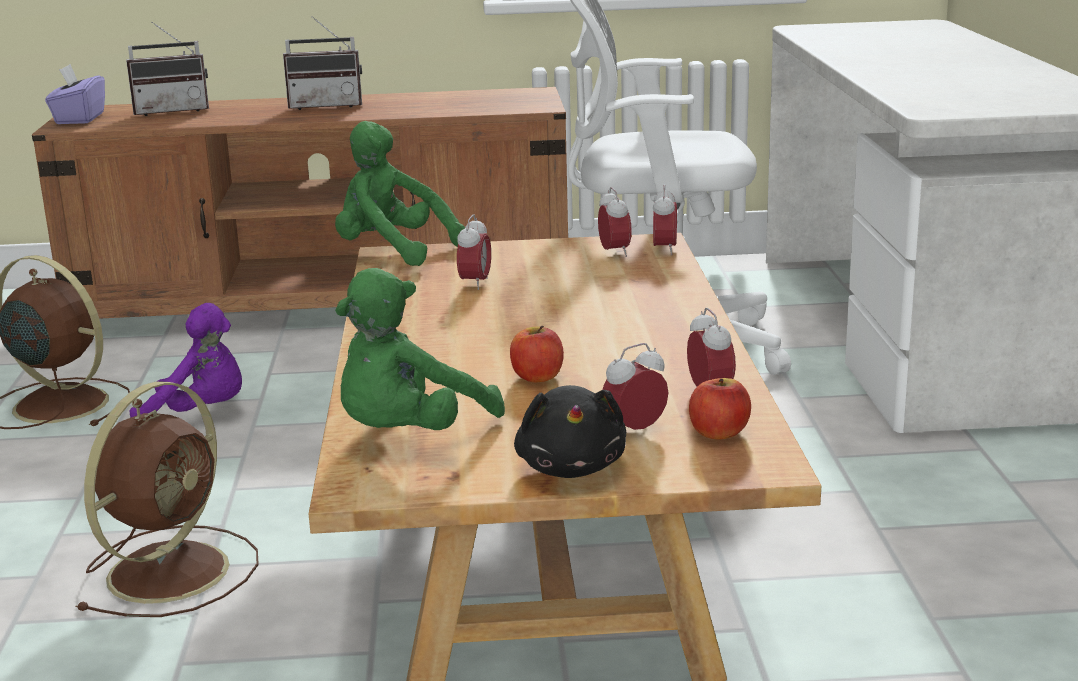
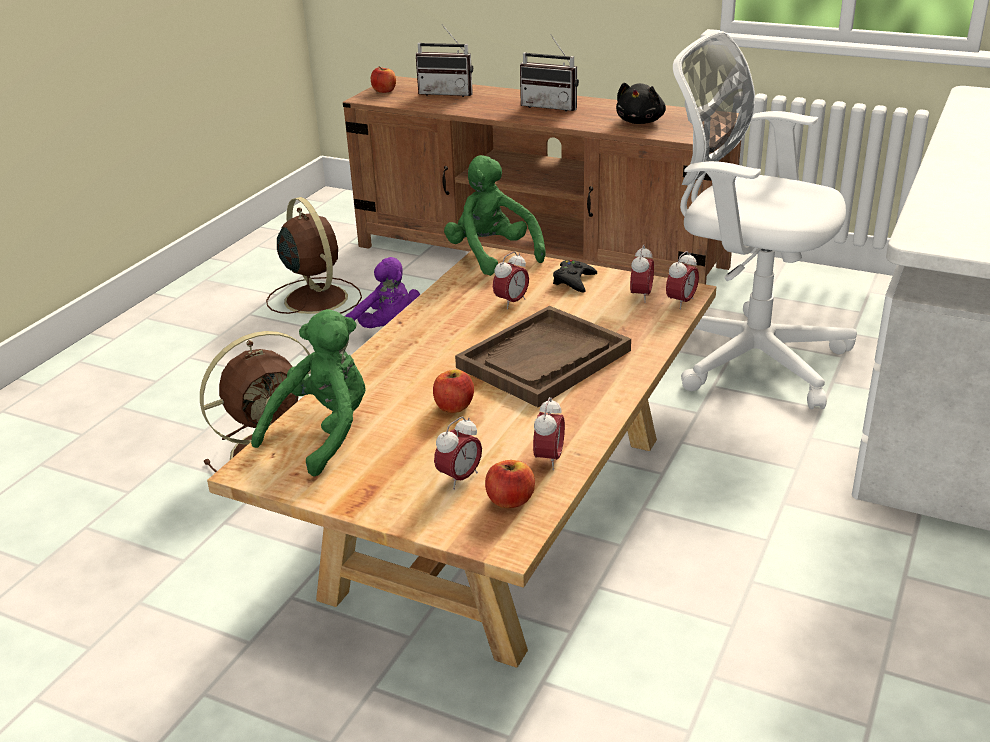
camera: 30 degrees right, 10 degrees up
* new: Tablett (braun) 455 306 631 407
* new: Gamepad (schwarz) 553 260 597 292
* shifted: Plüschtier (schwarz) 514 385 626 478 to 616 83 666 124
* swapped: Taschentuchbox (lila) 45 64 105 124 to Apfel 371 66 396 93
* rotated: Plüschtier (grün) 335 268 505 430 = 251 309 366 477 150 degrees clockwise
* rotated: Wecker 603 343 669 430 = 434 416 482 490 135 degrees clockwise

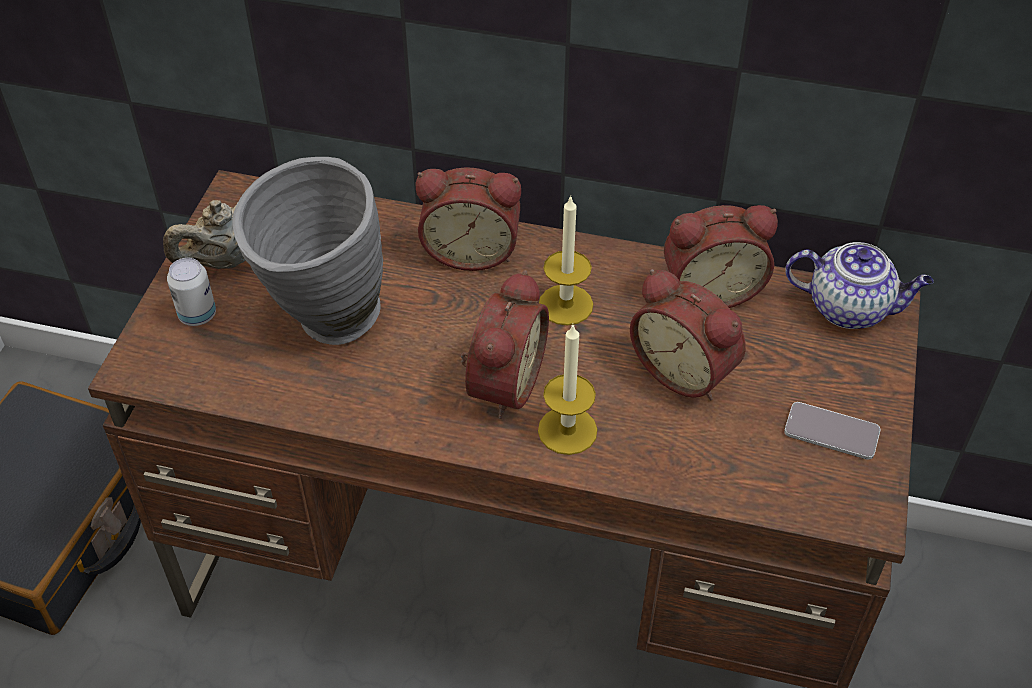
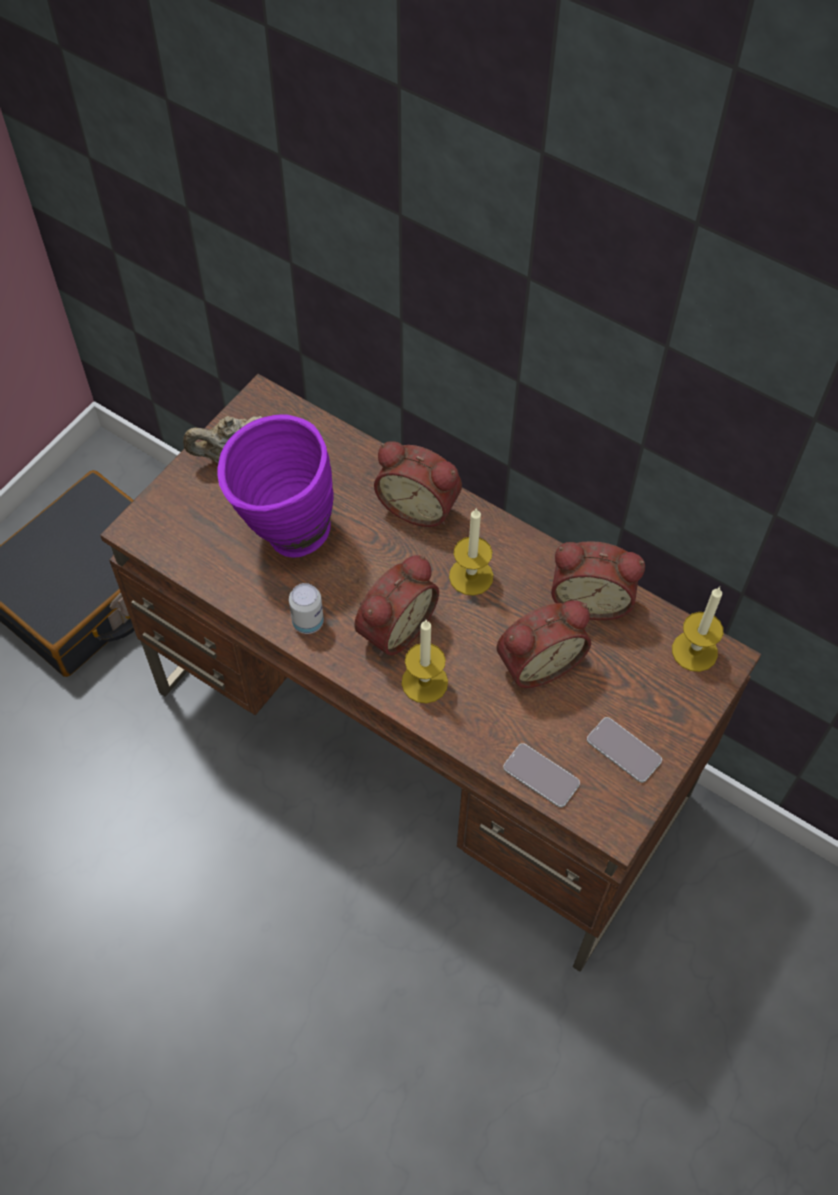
camera: 20 degrees right, 10 degrees up
* new: Handy 503 743 580 808
* shifted: Dose 167 258 216 326 to 289 583 324 634
* swapped: Teekanne 785 242 934 329 to Kerze 672 587 723 672
* repainted: Vase (grau) 232 157 383 345 to Vase (lila) 218 415 334 558
* rotated: Wecker 630 269 746 400 = 496 600 591 688 90 degrees counterclockwise

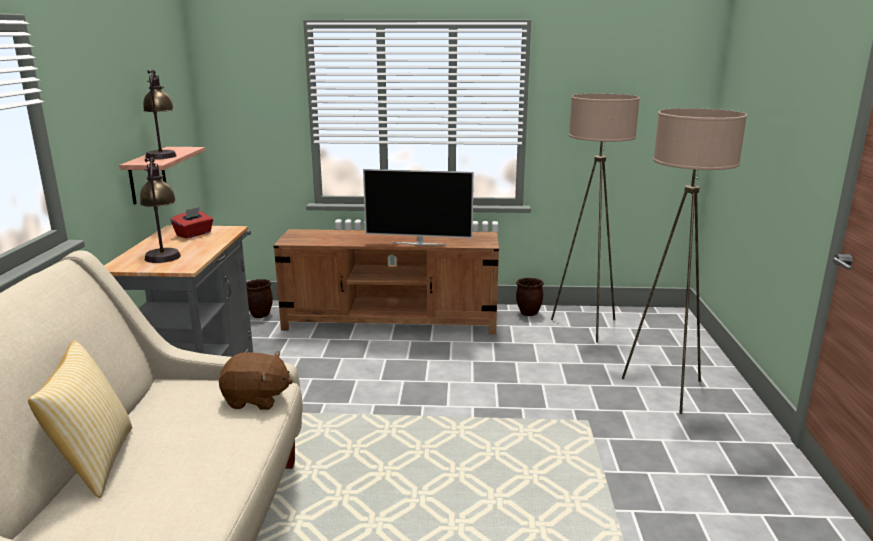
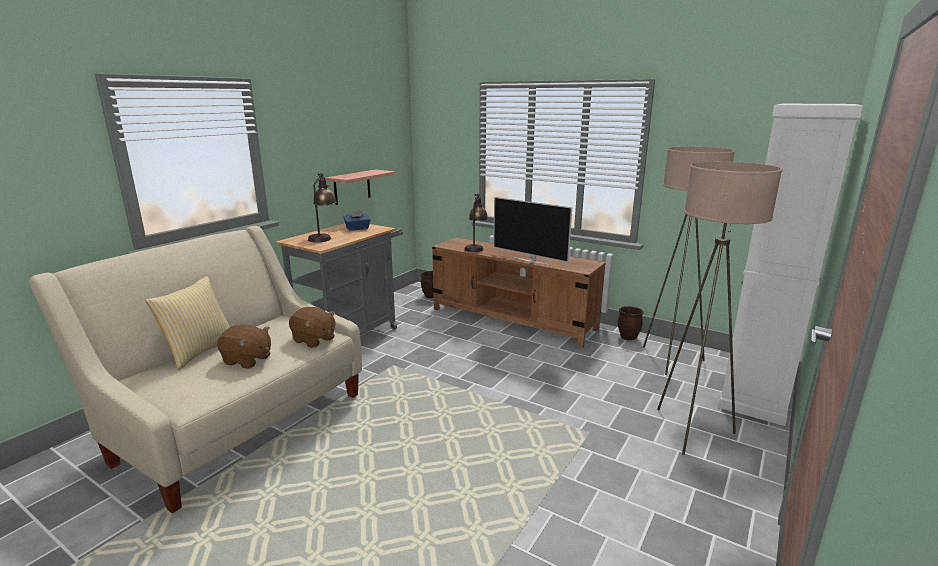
camera: 30 degrees right, 0 degrees up
* new: Plüschtier (braun) 217 324 271 369
* new: Schrank (weiß) 718 104 863 426
* shifted: Tischlampe 143 70 177 159 to 465 194 488 252
* repainted: Taschentuchbox (rot) 171 207 213 238 to Taschentuchbox (blau) 343 210 370 230

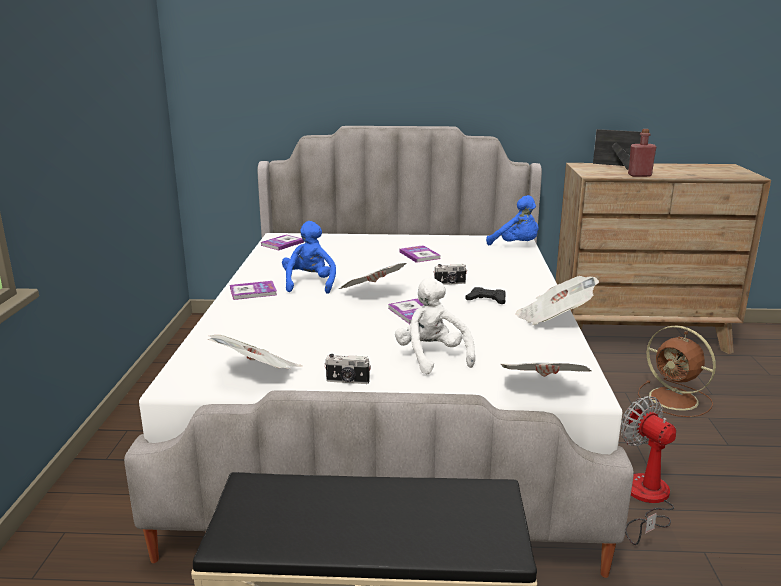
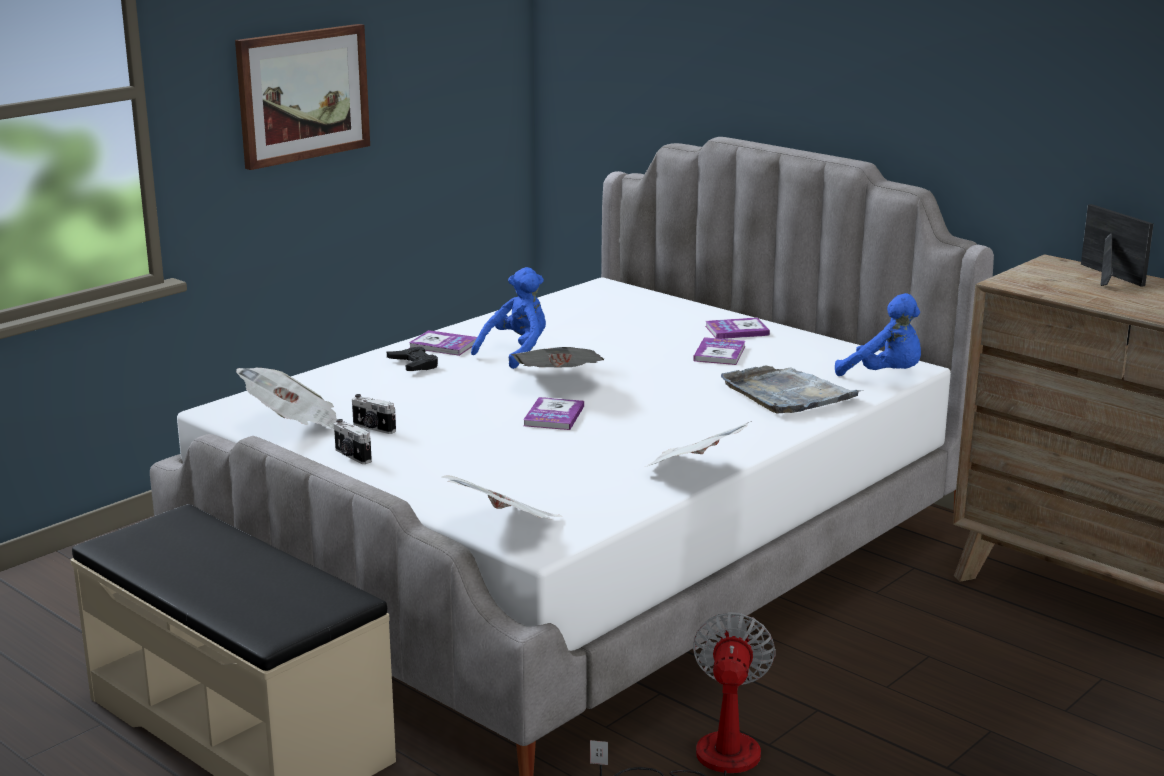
camera: 40 degrees right, 0 degrees up
* gone: Plüschtier (weiß) 395 277 475 374
* gone: Flasche (rot) 628 129 656 177
* gone: Ventilator (braun) 638 326 716 417
* new: Bild 235 24 370 170
* new: Tablett (grau) 721 366 863 413
* shifted: Buch 261 235 304 250 to 705 317 770 339
* shifted: Kamera 434 264 467 285 to 352 394 396 434
* shifted: Gamepad (schwarz) 465 287 506 304 to 387 347 438 371
* rotated: Plüschtier (blau) 486 195 539 245 = 835 293 921 376 45 degrees counterclockwise

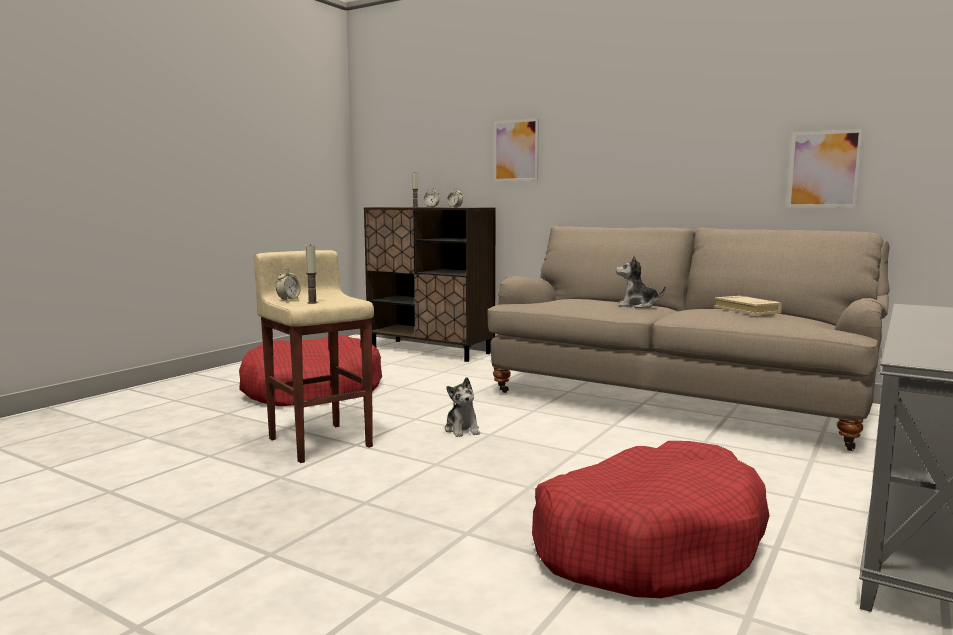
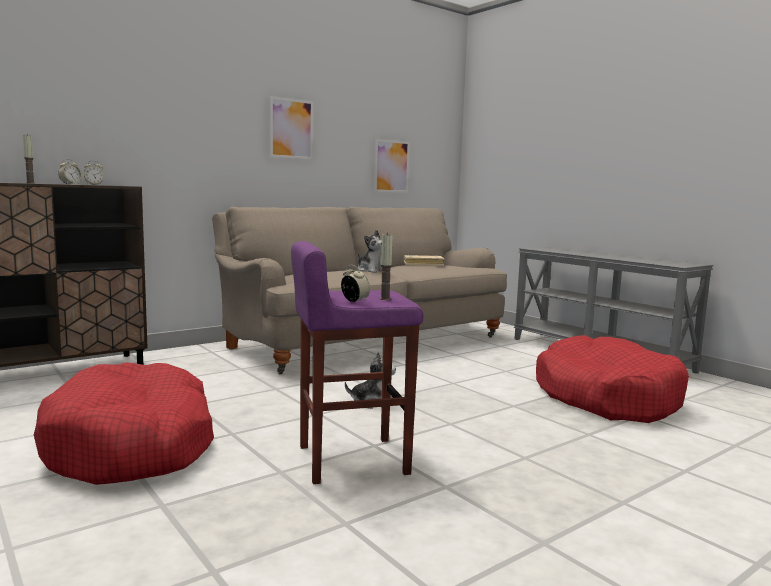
camera: 70 degrees left, 0 degrees up
* shifted: Bild 494 118 539 182 to 269 96 313 160
* repainted: Hocker (beige) 254 250 374 463 to Hocker (lila) 291 241 424 484
* rotated: Plüschtier 616 255 666 308 = 358 230 382 273 75 degrees counterclockwise

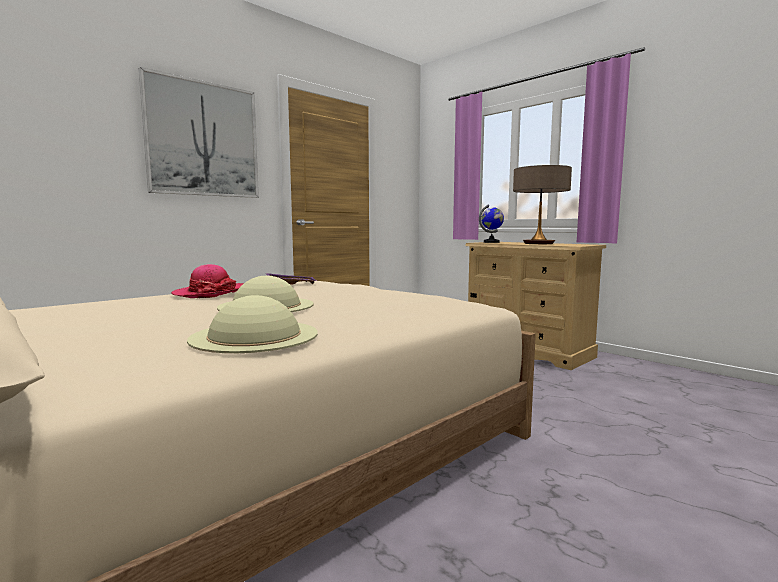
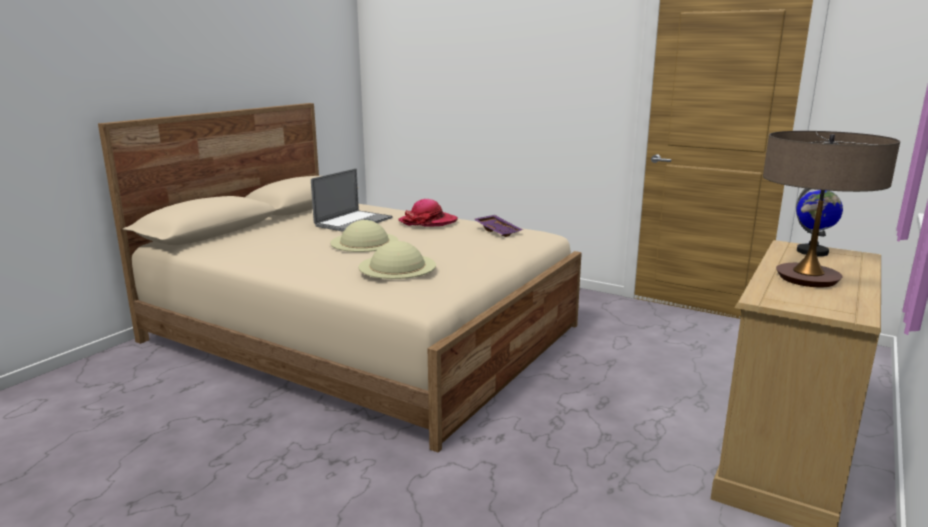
camera: 75 degrees right, 10 degrees up
* gone: Bild 139 67 259 198
* new: Laptop 311 168 392 232
* shifted: Hut (beige) 187 295 318 353 to 359 241 436 279

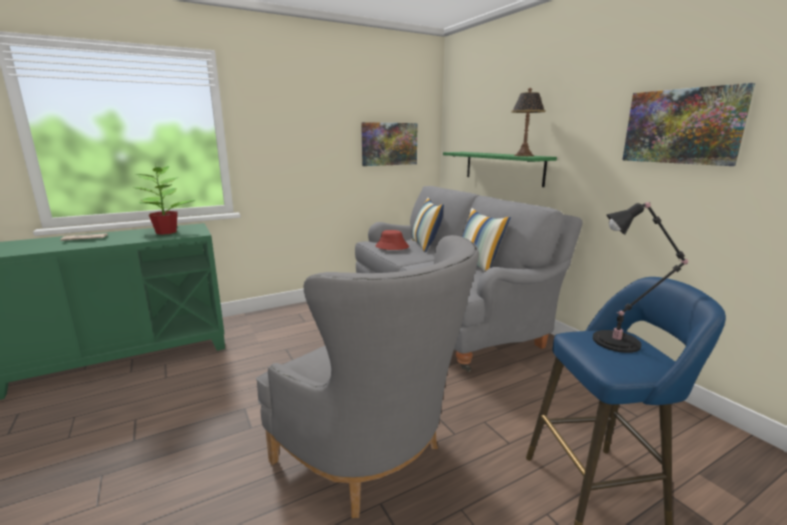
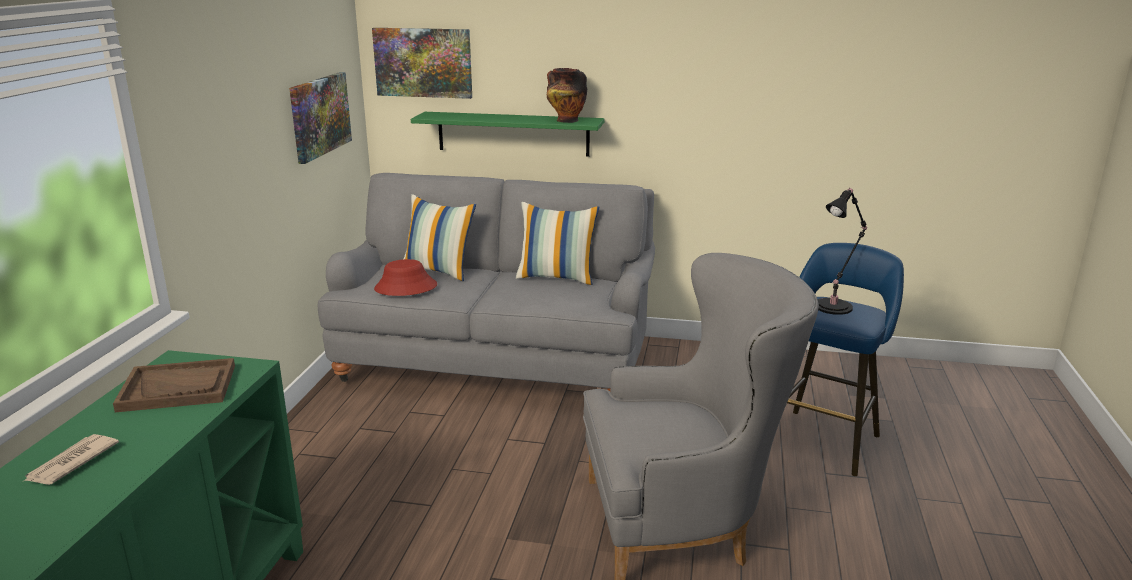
camera: 50 degrees left, 5 degrees up
* shifted: Bild 622 83 755 166 to 372 28 472 99
* swapped: Topfpflanze 134 166 196 235 to Tablett (braun) 113 358 235 412
* swapped: Tischlampe 511 88 546 156 to Vase 547 68 587 123

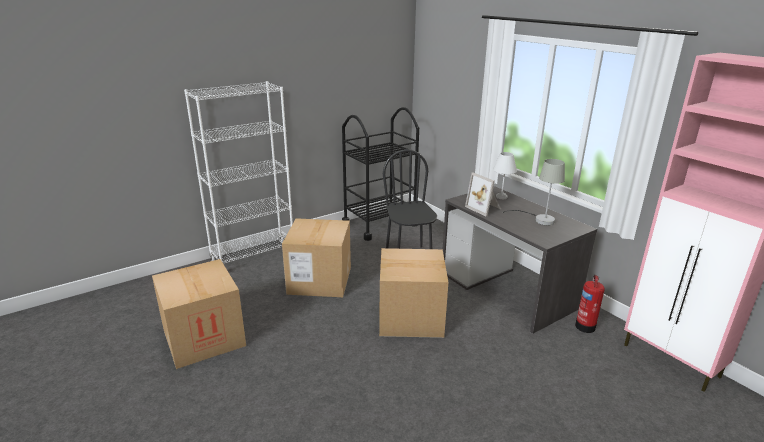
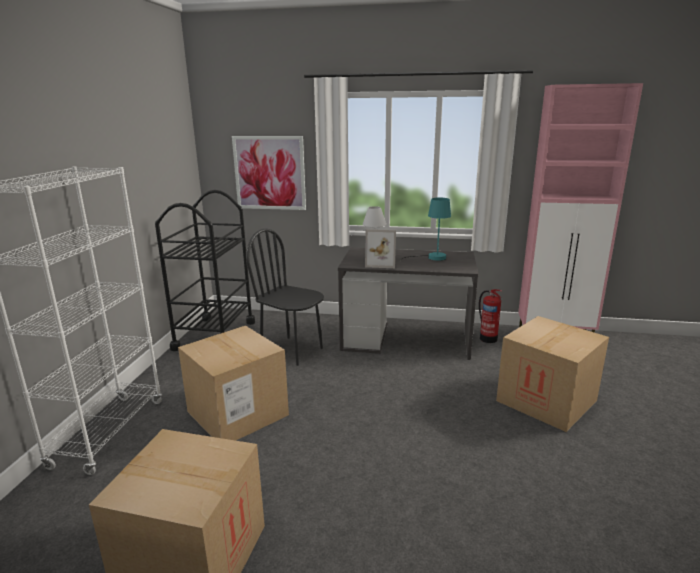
camera: 45 degrees left, 5 degrees down
* new: Bild 232 136 306 210
* shifted: Karton 379 248 448 338 to 496 316 609 432
* repainted: Tischlampe (grau) 502 159 565 226 to Tischlampe (türkis) 400 197 451 261

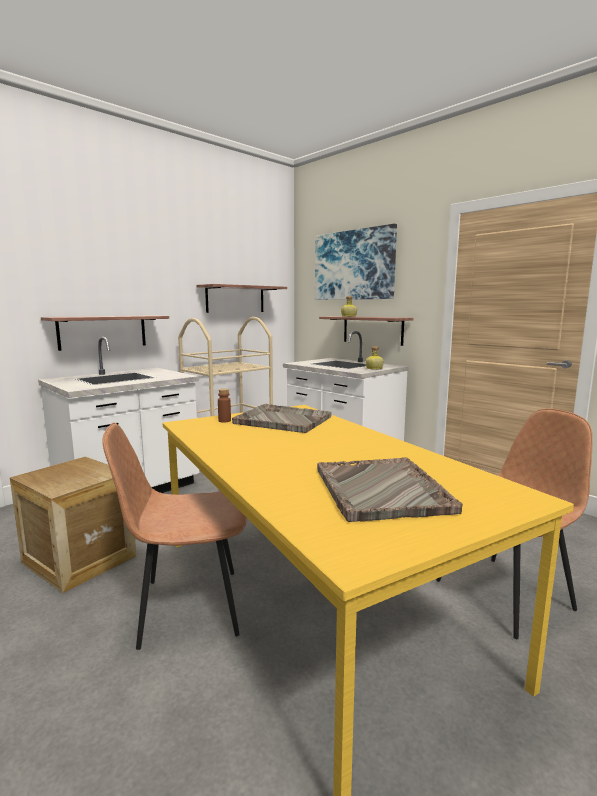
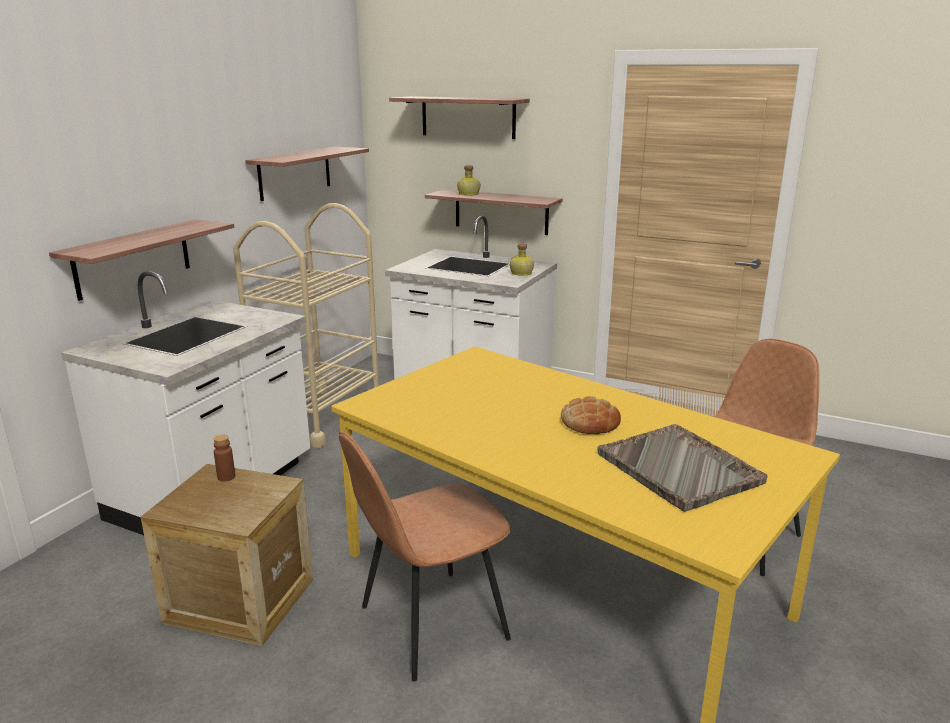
camera: 20 degrees left, 10 degrees up
* gone: Tablett (grau) 232 404 332 433
* new: Brot 561 396 621 434
* shifted: Flasche (braun) 218 389 231 423 to 214 435 235 482
* swapped: Bild 315 224 397 300 to Wandregal 389 96 530 139

